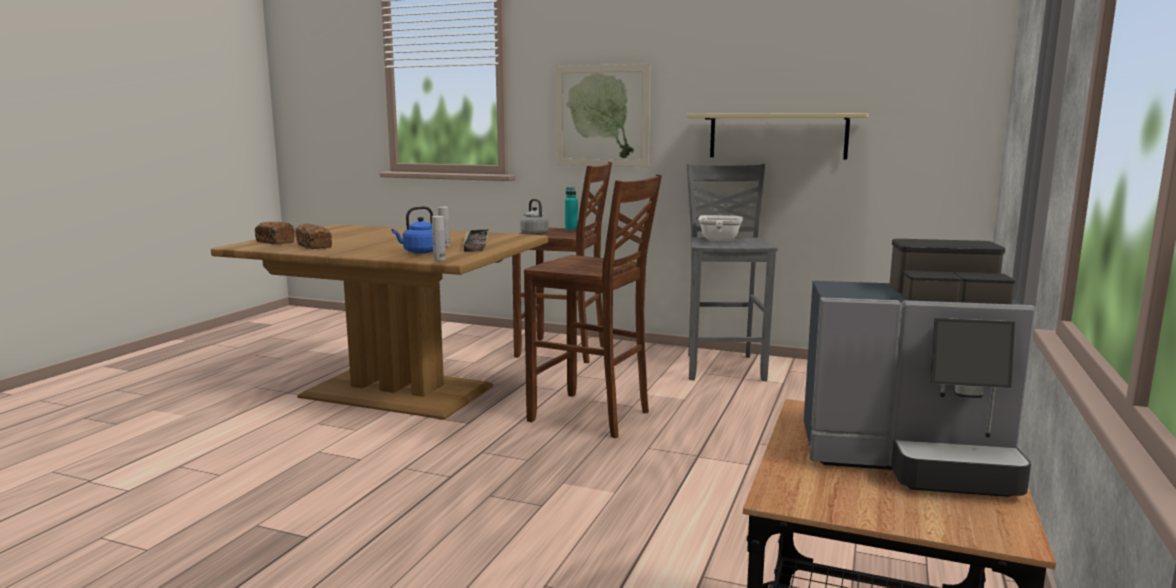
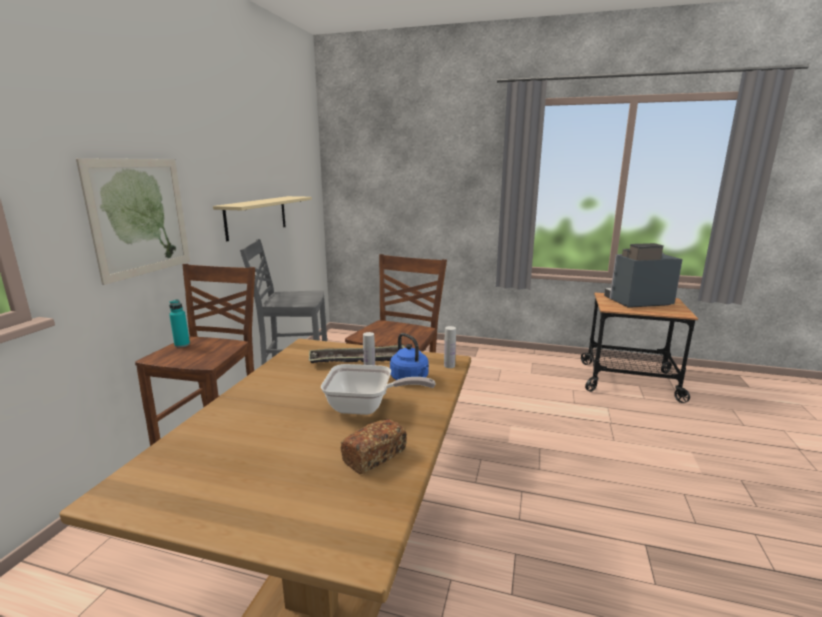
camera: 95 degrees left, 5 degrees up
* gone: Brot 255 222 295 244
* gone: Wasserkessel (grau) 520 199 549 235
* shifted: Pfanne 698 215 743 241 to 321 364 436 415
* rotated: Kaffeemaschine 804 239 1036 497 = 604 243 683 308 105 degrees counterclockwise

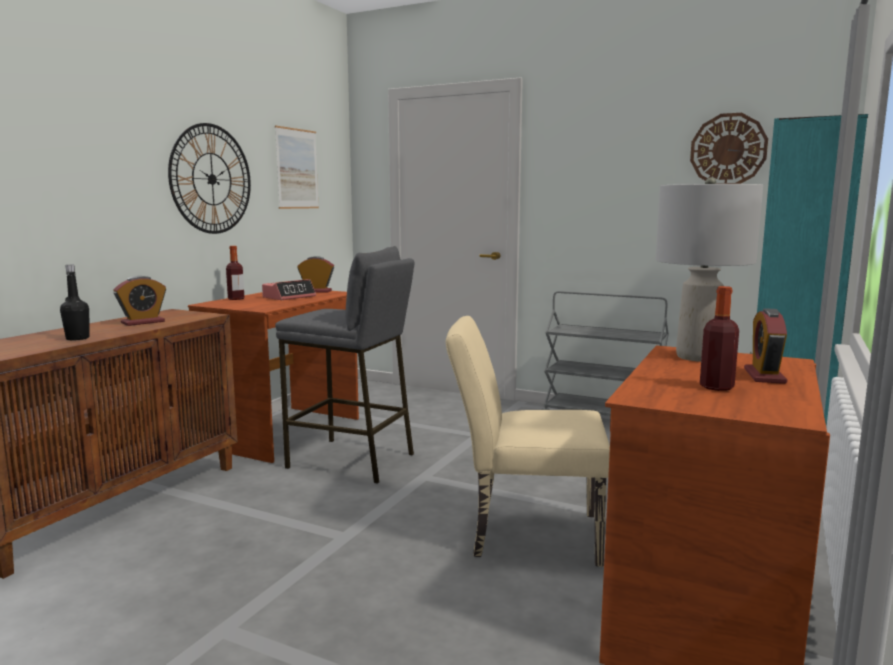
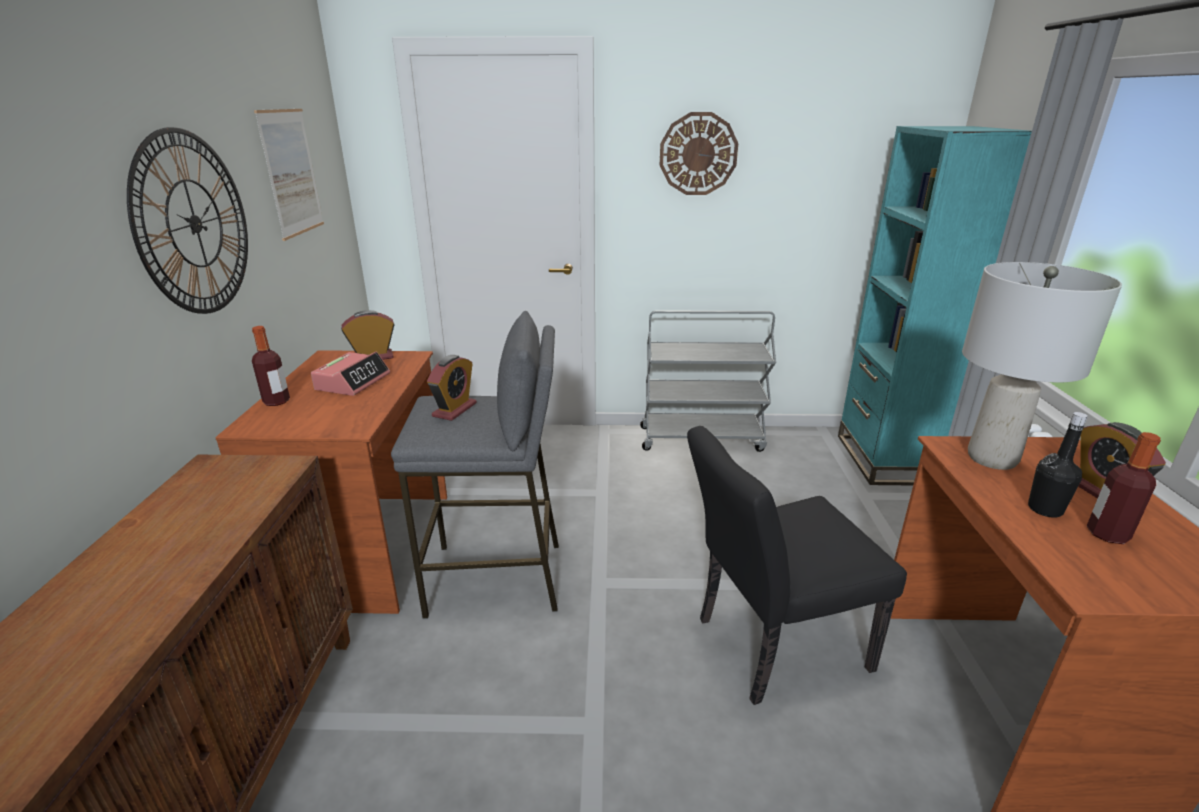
camera: 25 degrees left, 15 degrees up
* shifted: Flasche (schwarz) 60 265 90 341 to 1028 412 1088 518
* shifted: Wecker 113 276 166 326 to 427 355 477 421
* shifted: Wanduhr 690 113 768 184 to 659 112 738 195
* repainted: Stuhl (beige) 446 316 610 567 to Stuhl (schwarz) 687 426 907 705

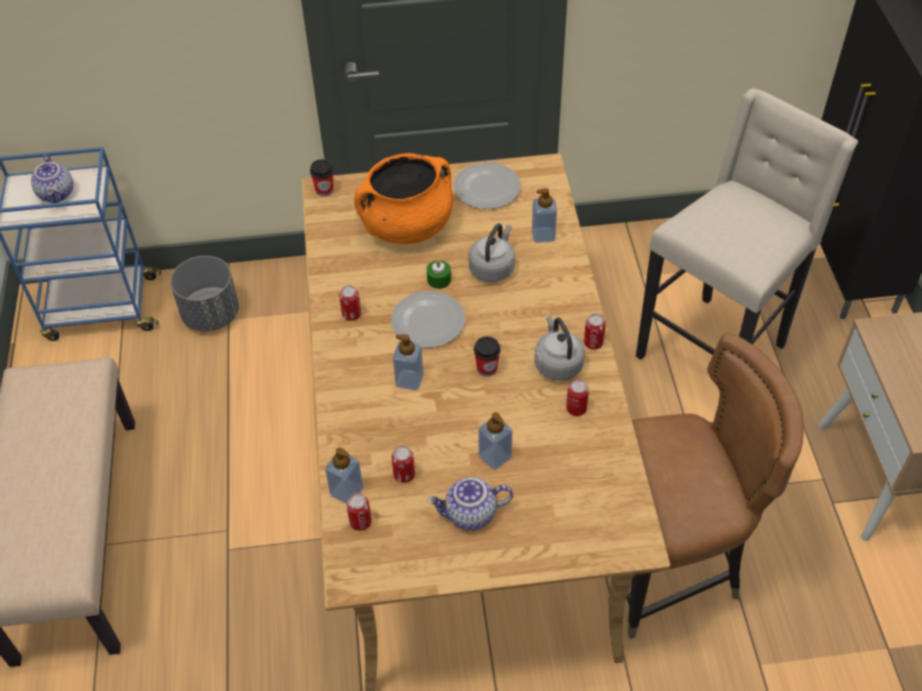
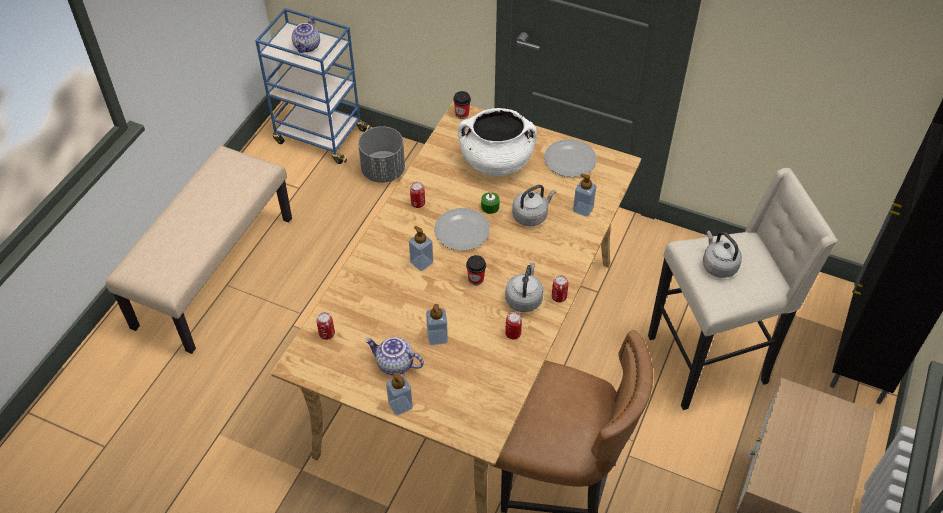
camera: 30 degrees right, 0 degrees up
* gone: Dose 392 446 415 483
* new: Wasserkessel (grau) 703 231 742 278
* shifted: Seifenspender 325 448 363 504 to 386 373 413 415
* repainted: Kochtopf (orange) 354 153 453 244 to Kochtopf (weiß) 458 108 537 176

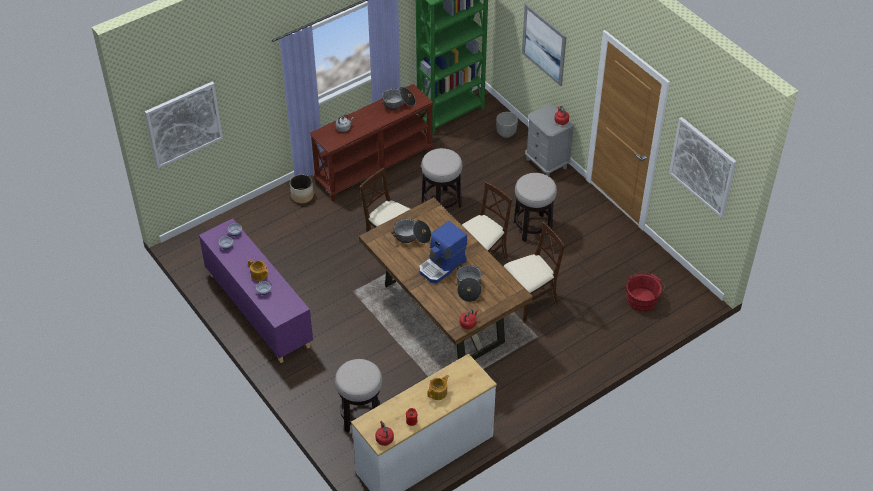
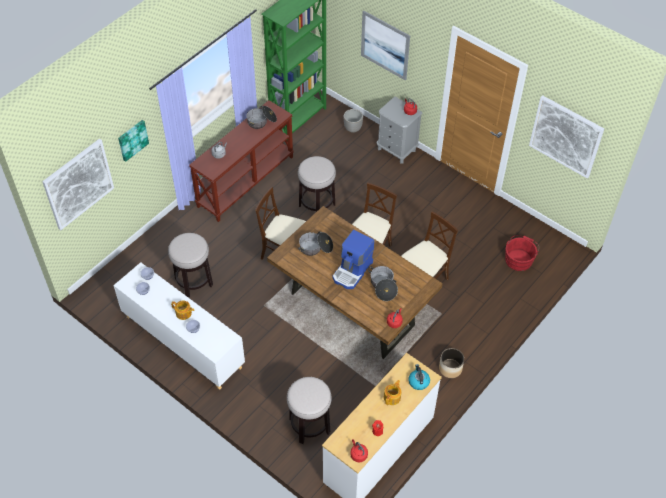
camera: 15 degrees left, 5 degrees up
* new: Bild 118 120 149 162
* new: Wasserkessel 408 364 430 390
* shifted: Pflanzkübel 290 174 314 203 to 439 348 464 378
* shifted: Hocker 514 173 557 242 to 168 233 213 298
* repainted: Schrank (lila) 199 218 313 363 to Schrank (weiß) 113 262 245 390

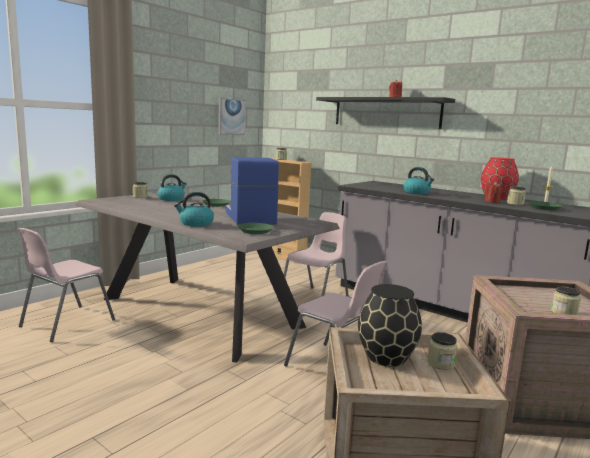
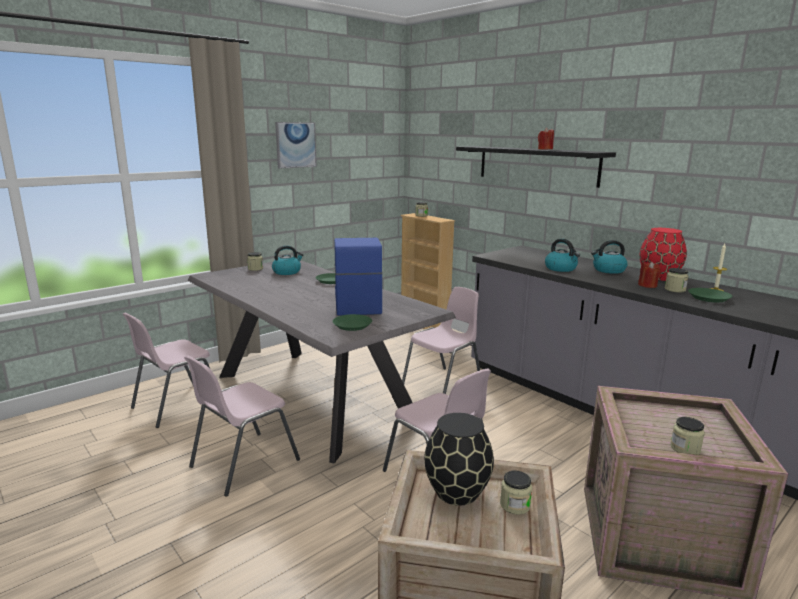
camera: 10 degrees right, 5 degrees up
* new: Stuhl (rosa) 184 355 300 497
* shifted: Wasserkessel 174 192 214 227 to 591 240 628 274
* shifted: Bild 218 98 246 135 to 275 122 317 169

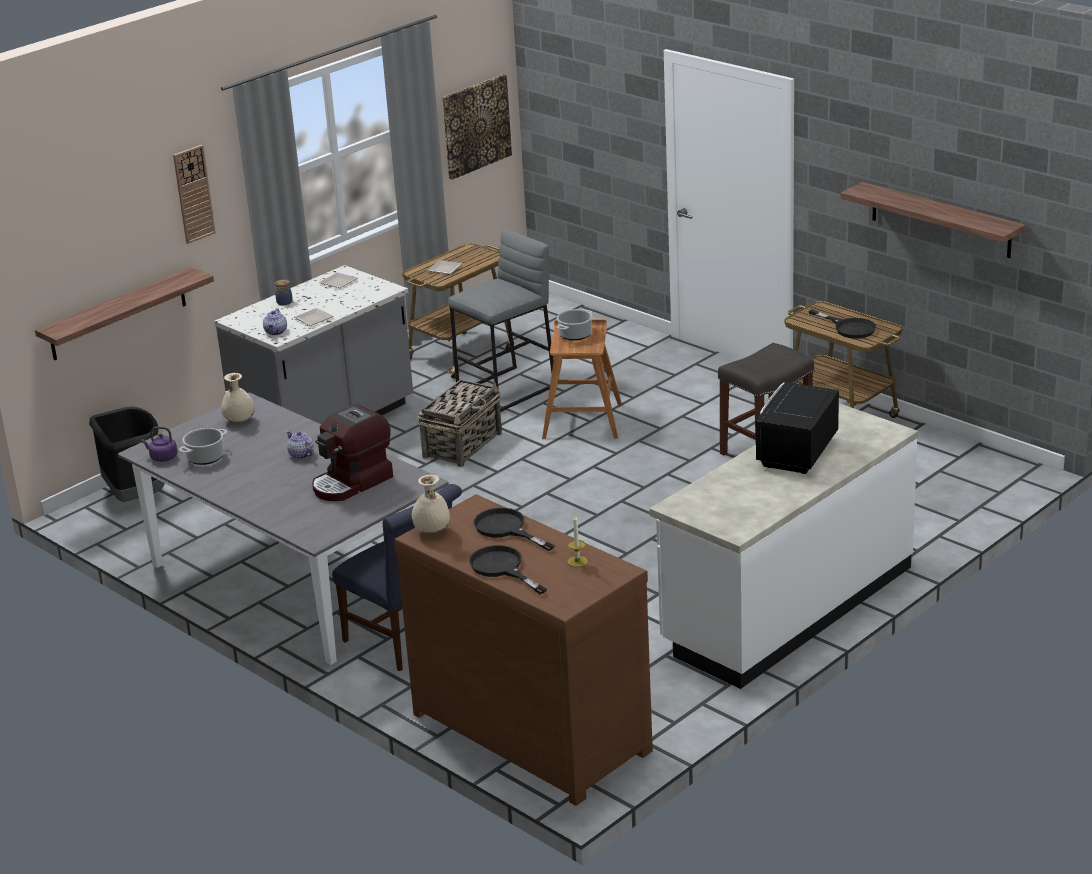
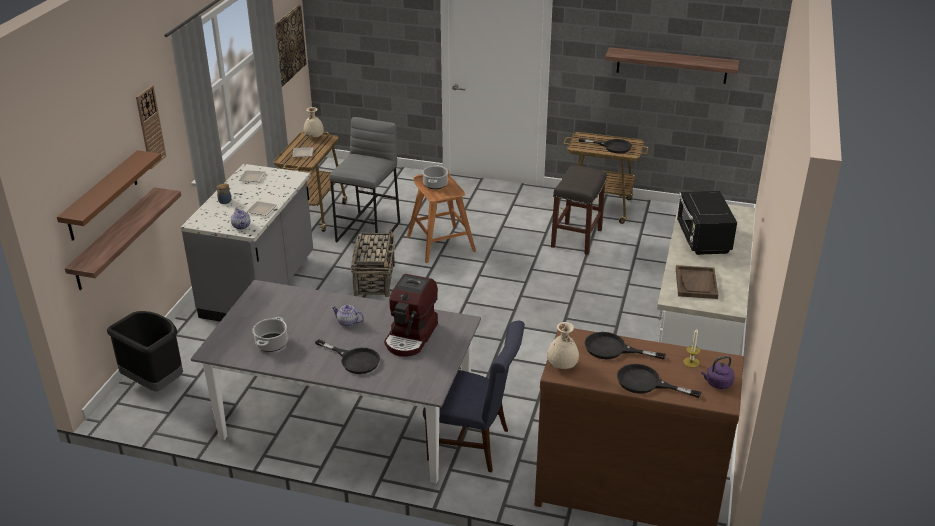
camera: 30 degrees left, 5 degrees up
* new: Wandregal (braun) 57 150 162 241
* new: Pfanne (schwarz) 315 339 380 374
* new: Tablett (braun) 676 265 718 299
* shifted: Wasserkessel (lila) 141 427 178 462 to 701 356 734 389
* shifted: Vase (beige) 221 373 255 423 to 304 107 324 138

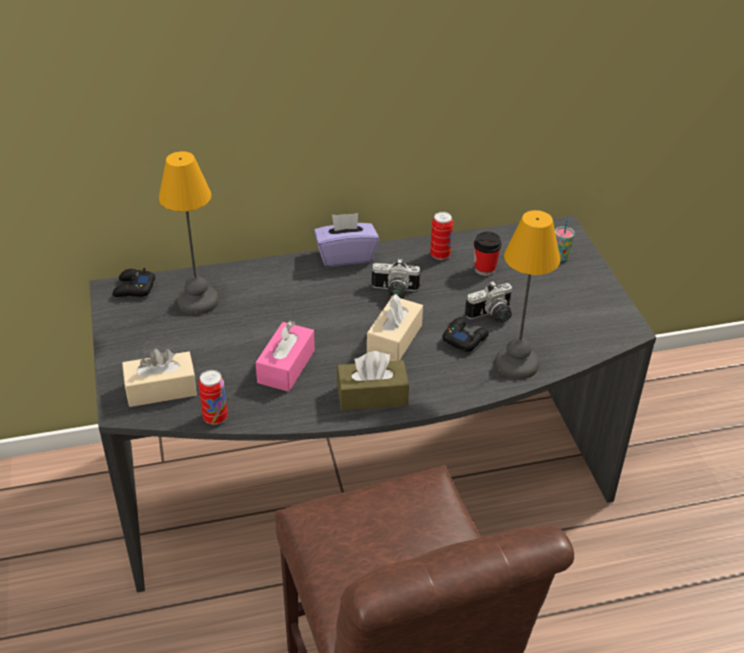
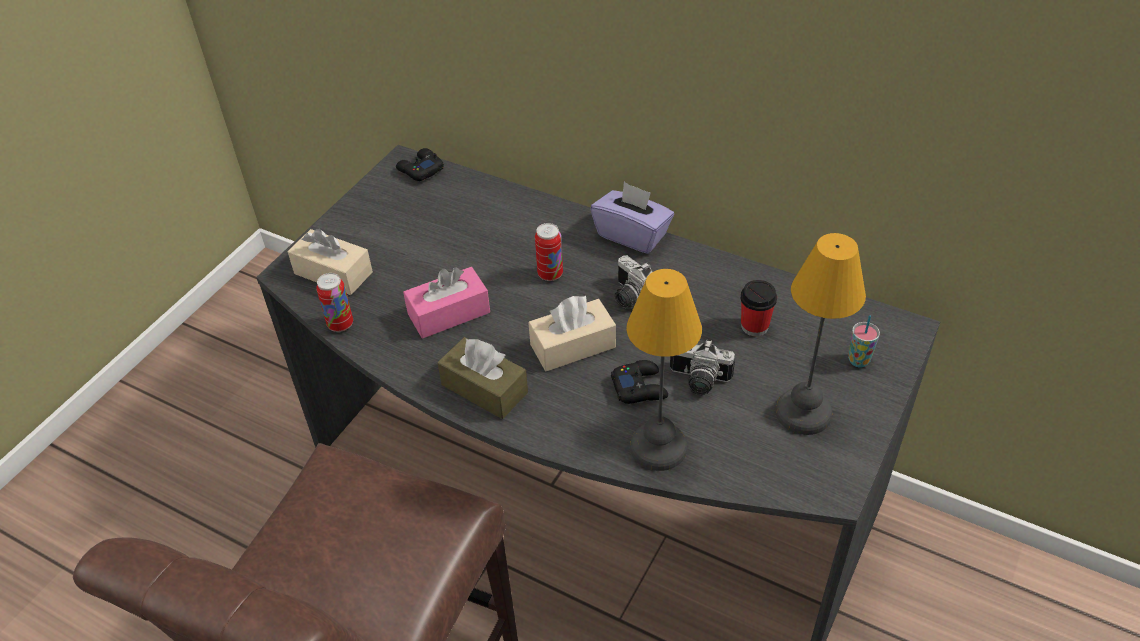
camera: 45 degrees right, 5 degrees up
* shifted: Tischlampe 159 151 219 315 to 776 233 866 435
* shifted: Dose 430 212 453 260 to 535 223 563 281

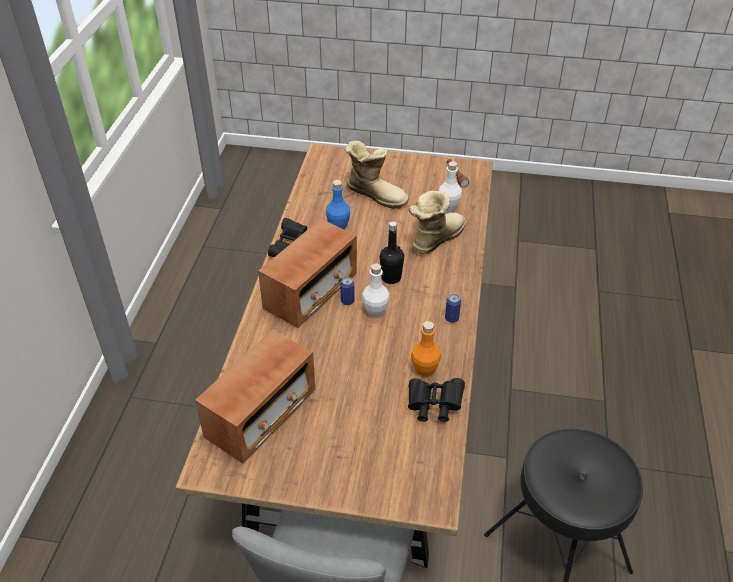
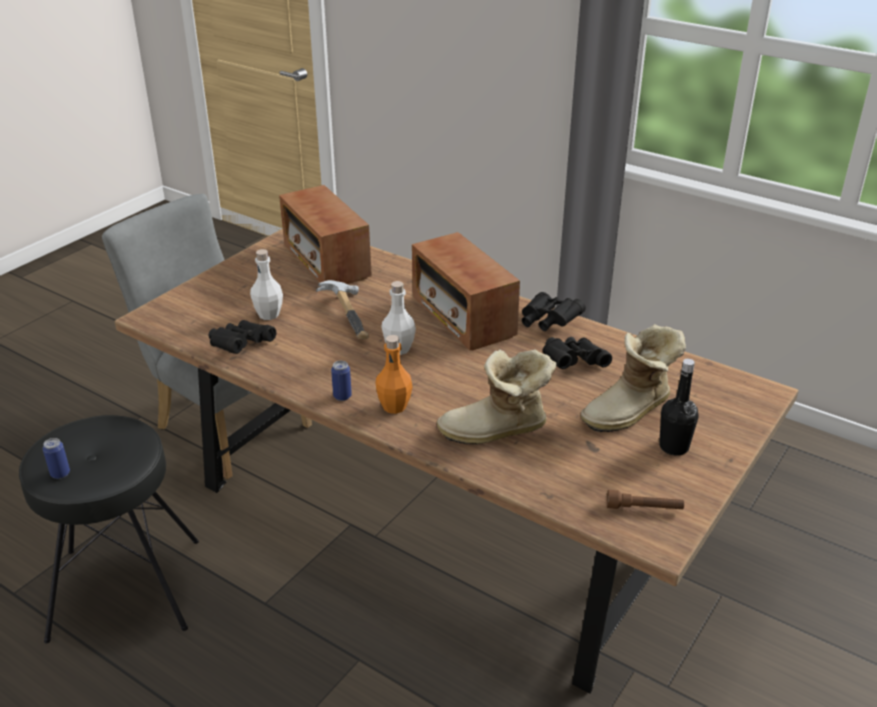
camera: 115 degrees right, 10 degrees down
* new: Hammer 315 280 369 339
* shifted: Dose 340 277 355 305 to 43 438 70 479
* shifted: Flasche (schwarz) 380 221 404 284 to 659 359 699 456
* shifted: Flasche (orange) 411 321 441 377 to 375 335 412 414
* shifted: Flasche (weiß) 439 161 462 212 to 250 249 283 320
* swapped: Flasche (blau) 326 180 350 229 to Fernglas (schwarz) 543 337 612 369
* rotated: Stiefel 408 191 466 254 = 437 349 557 444 105 degrees clockwise

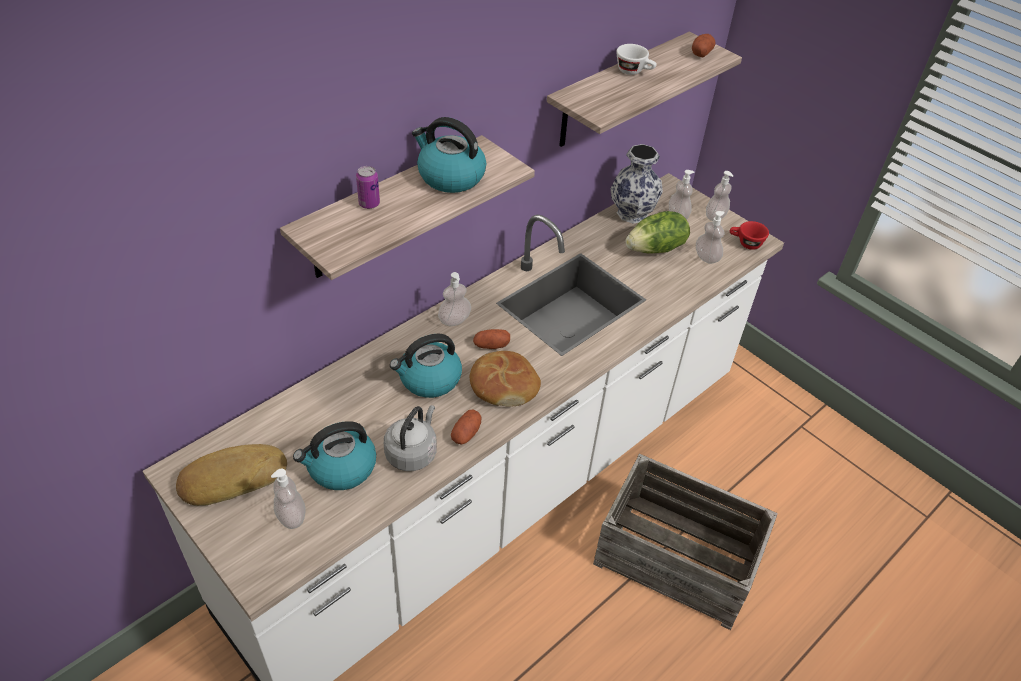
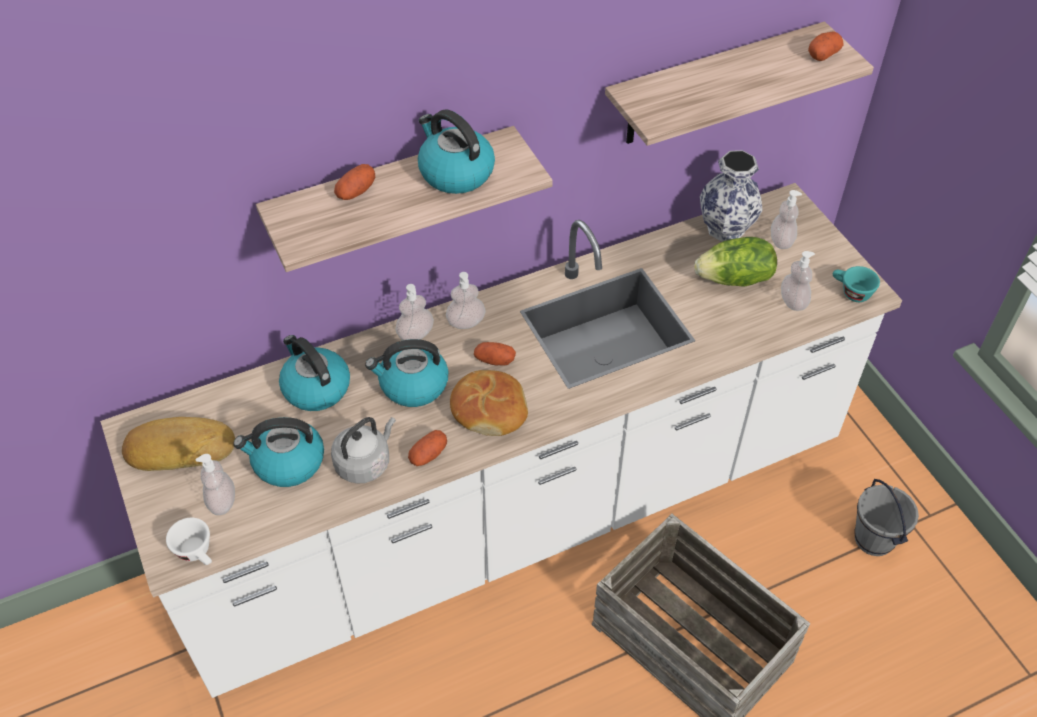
camera: 20 degrees right, 5 degrees up
* new: Wasserkessel 279 335 350 411
* new: Eimer (grau) 854 479 919 556
* shifted: Tasse (weiß) 616 44 657 75 to 166 518 212 565
* shifted: Seifenspender 706 171 733 221 to 395 284 434 340
* swapped: Dose 356 166 380 209 to Kartoffel 334 164 375 200
* repainted: Tasse (rot) 730 221 769 250 to Tasse (türkis) 833 266 880 302

